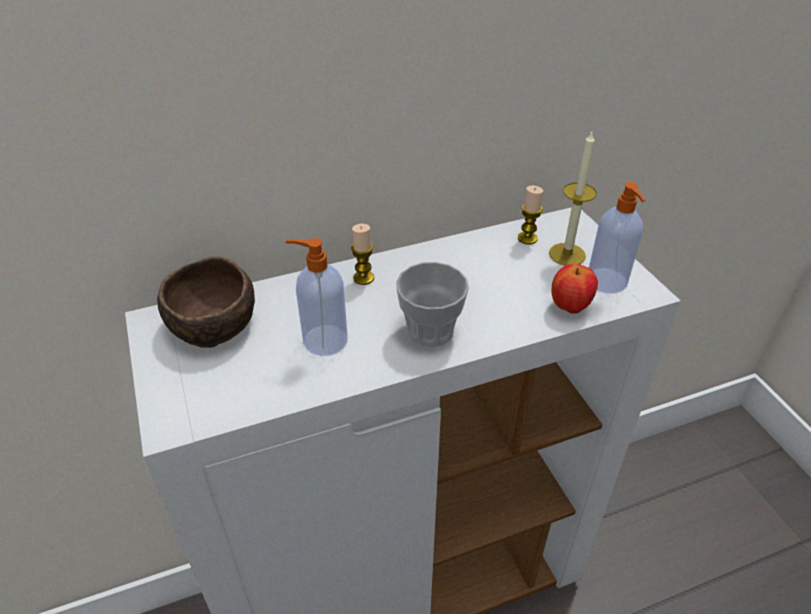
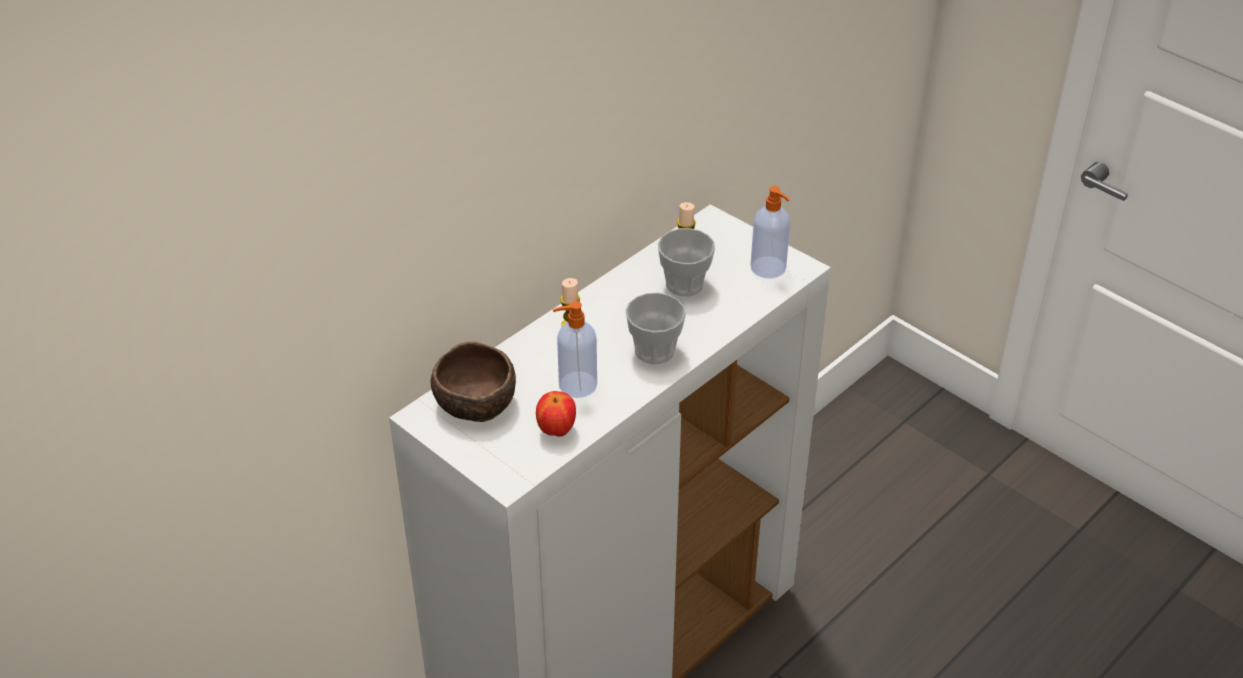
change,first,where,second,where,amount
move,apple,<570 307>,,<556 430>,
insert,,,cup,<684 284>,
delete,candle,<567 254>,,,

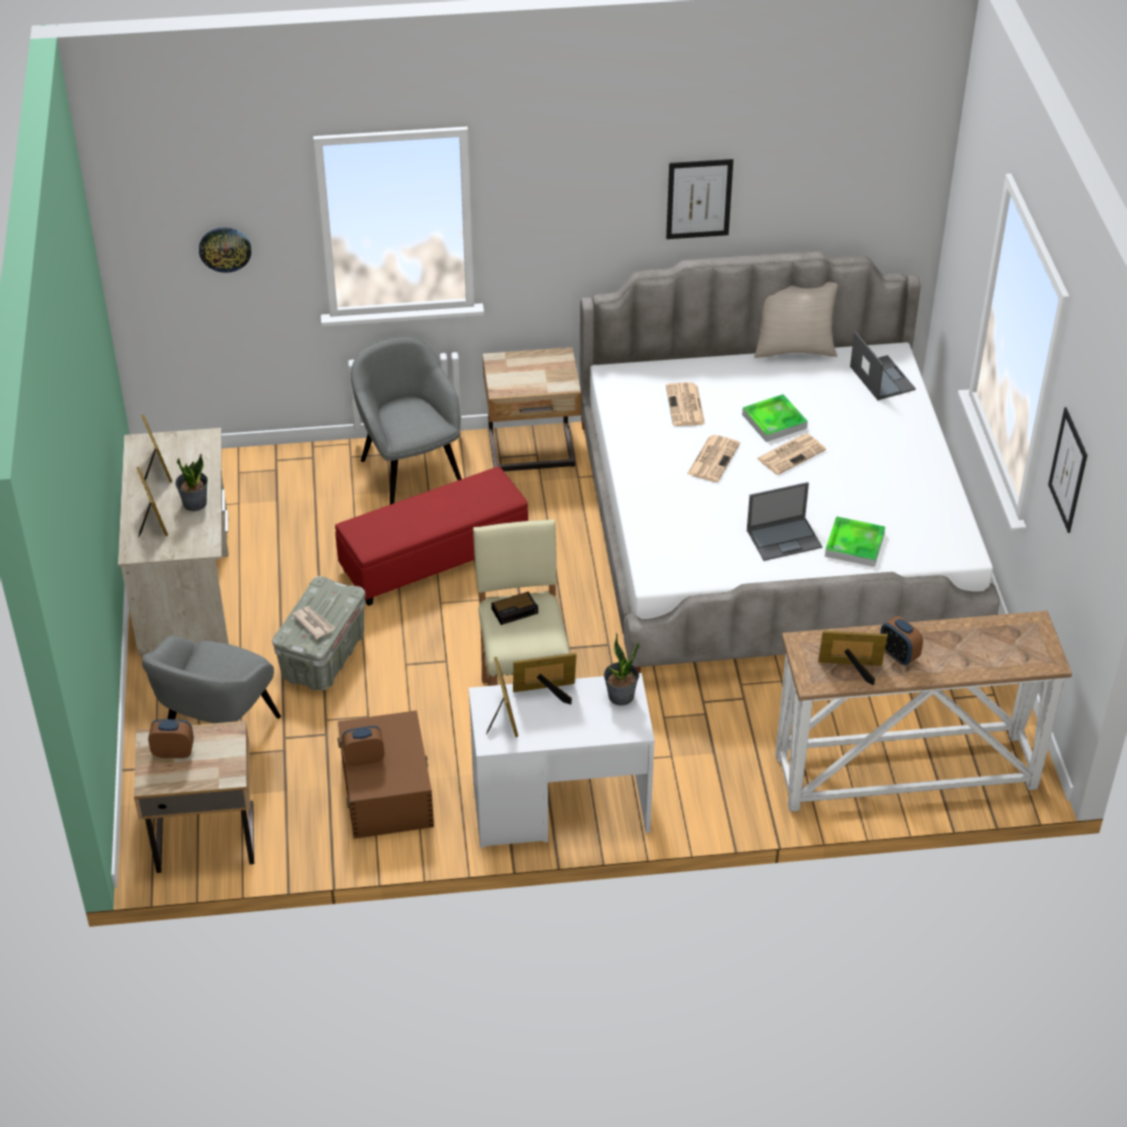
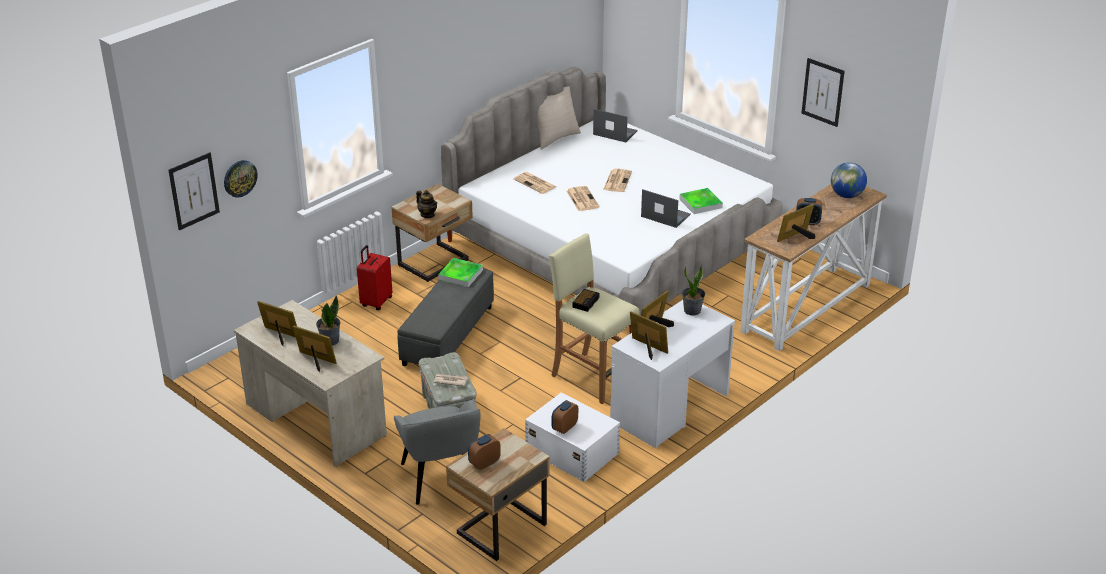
change,first,where,second,where,amount
move,picture,<699 199>,,<194 191>,
replace,armchair in grey,<410 469>,suitcase in red,<376 302>,
recolor,ottoman in red,<433 557>,ottoman in grey,<447 335>,
insert,,,teapot,<427 215>,
move,tray,<774 421>,,<460 275>,
recolor,storage box in brown,<387 791>,storage box in white,<571 451>,
rotate,laptop,<784 538>,,<665 215>,90 degrees counterclockwise
insert,,,globe,<846 195>,

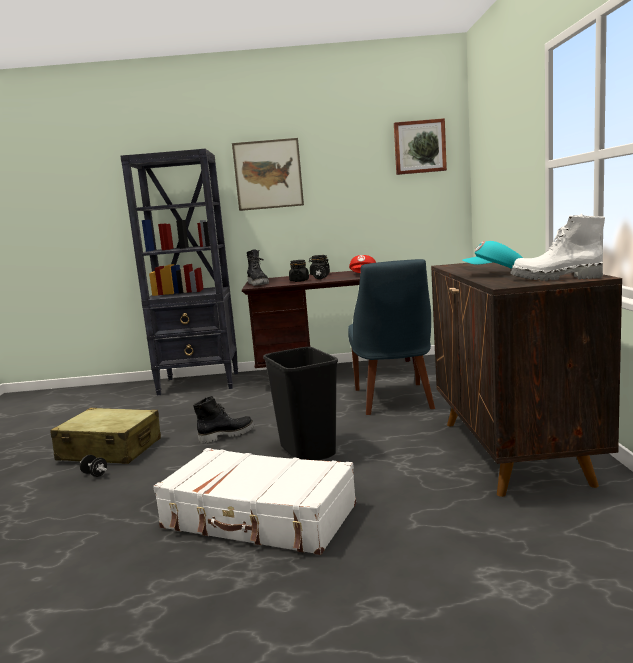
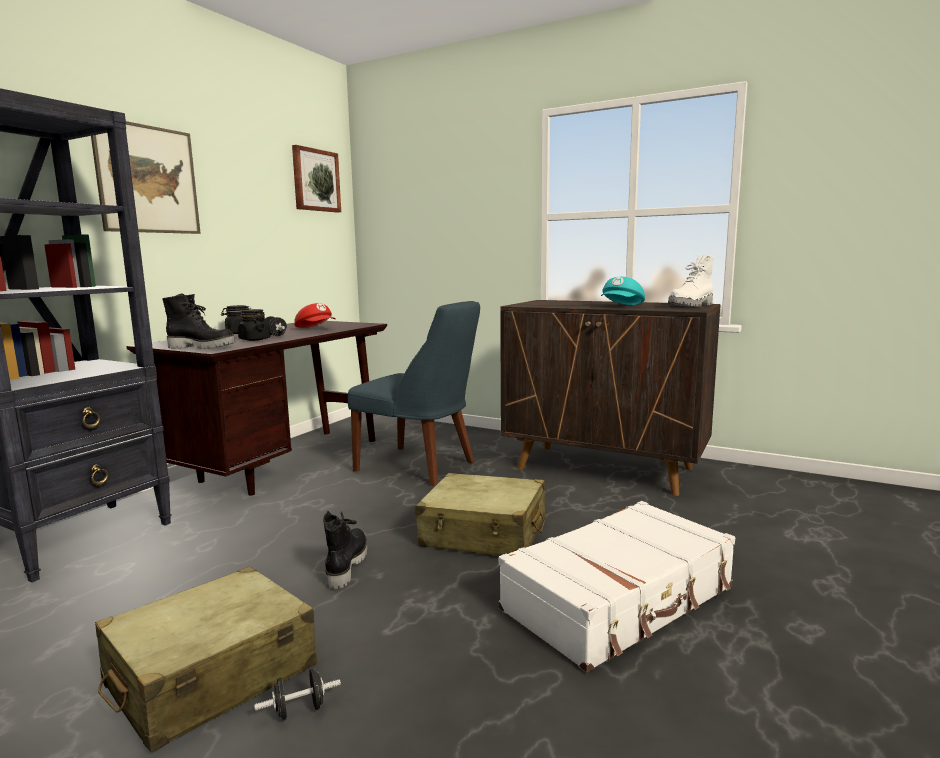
change,first,where,second,where,amount
replace,trash can in black,<309 451>,suitcase in beige,<484 534>,

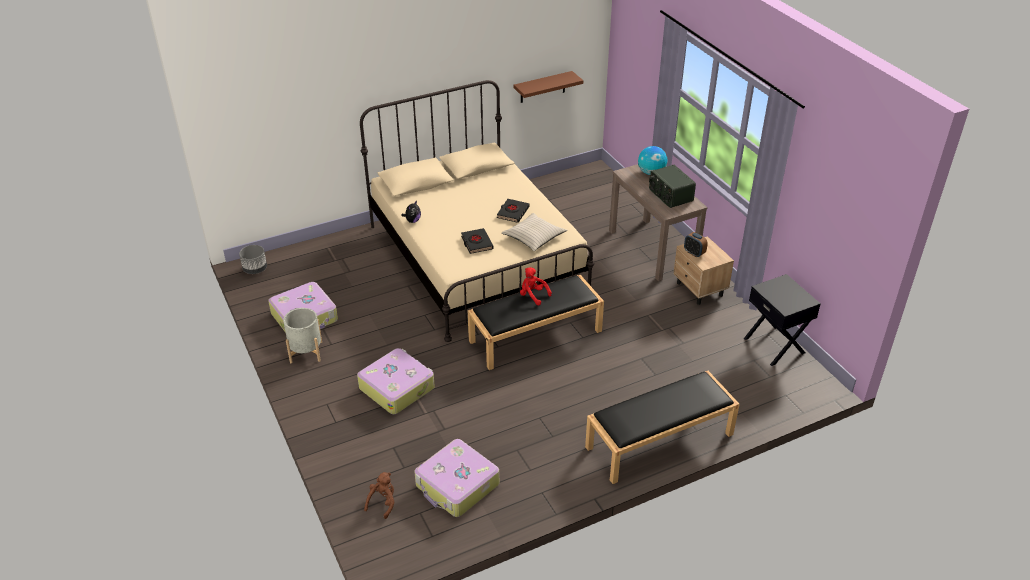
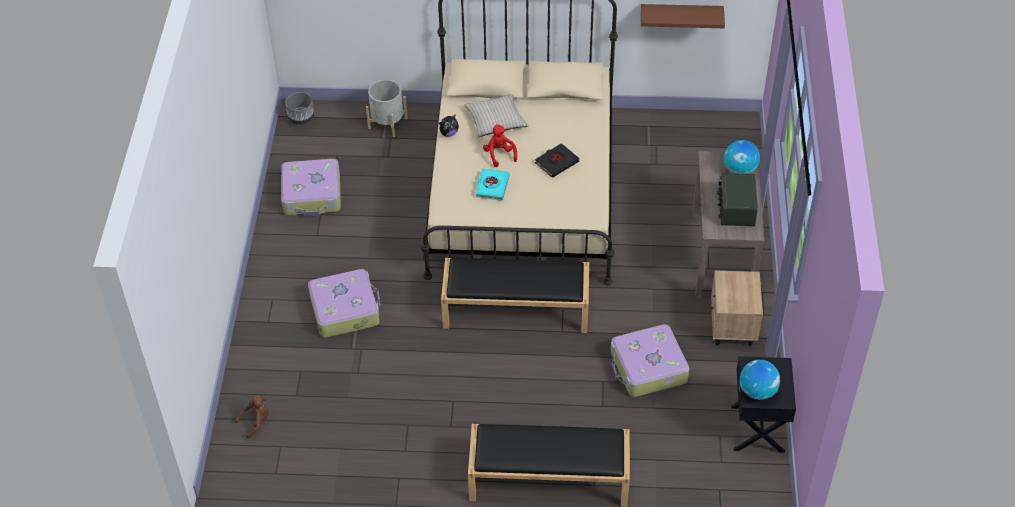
change,first,where,second,where,amount
move,planter in grey,<306 352>,,<387 123>,
move,pillow in beige,<533 237>,,<495 120>,
recolor,book in black,<476 243>,book in turquoise,<492 186>,
move,plush toy in red,<533 295>,,<499 154>,
move,suitcase,<457 486>,,<648 368>,
insert,,,globe,<757 391>,
delete,alarm clock,<694 253>,,,

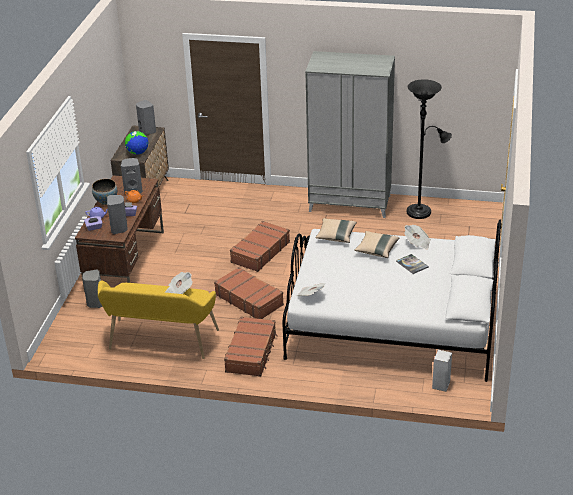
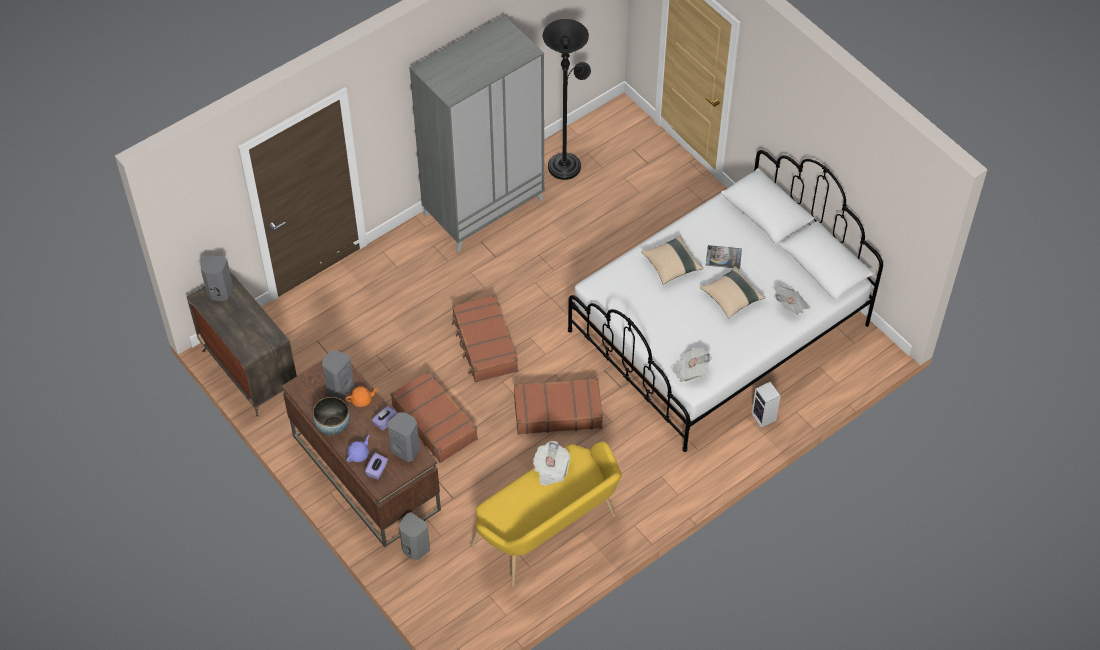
change,first,where,second,where,amount
move,suitcase in brown,<251 352>,,<435 422>,
move,pillow in beige,<336 236>,,<731 298>,
move,speaker,<441 385>,,<764 417>,
move,newspaper,<417 243>,,<791 306>,
delete,globe,<137 153>,,,

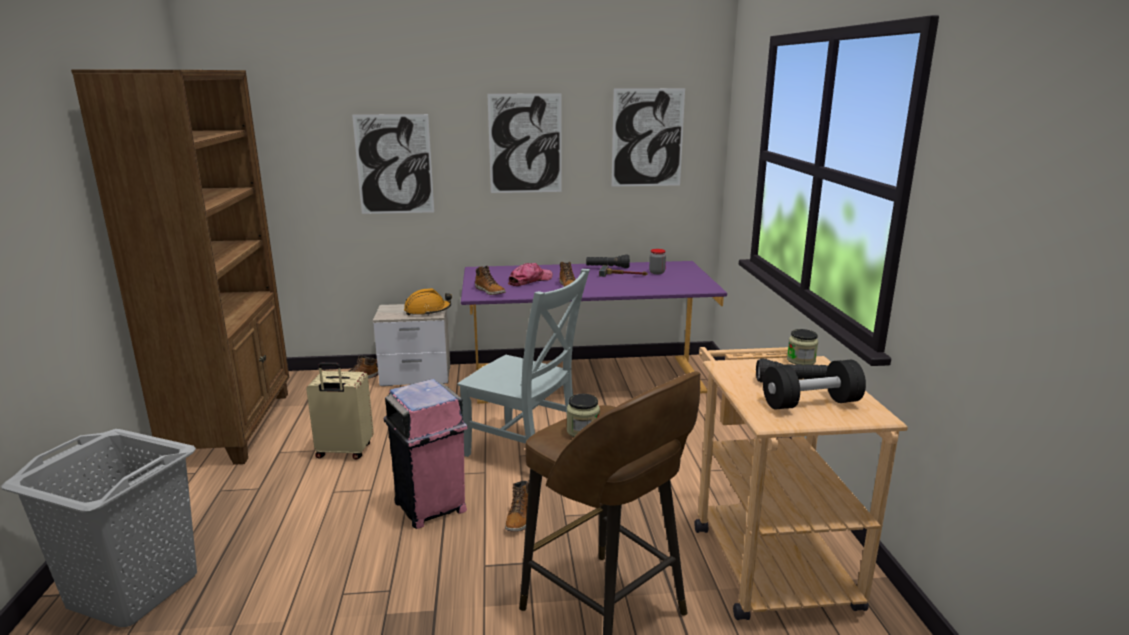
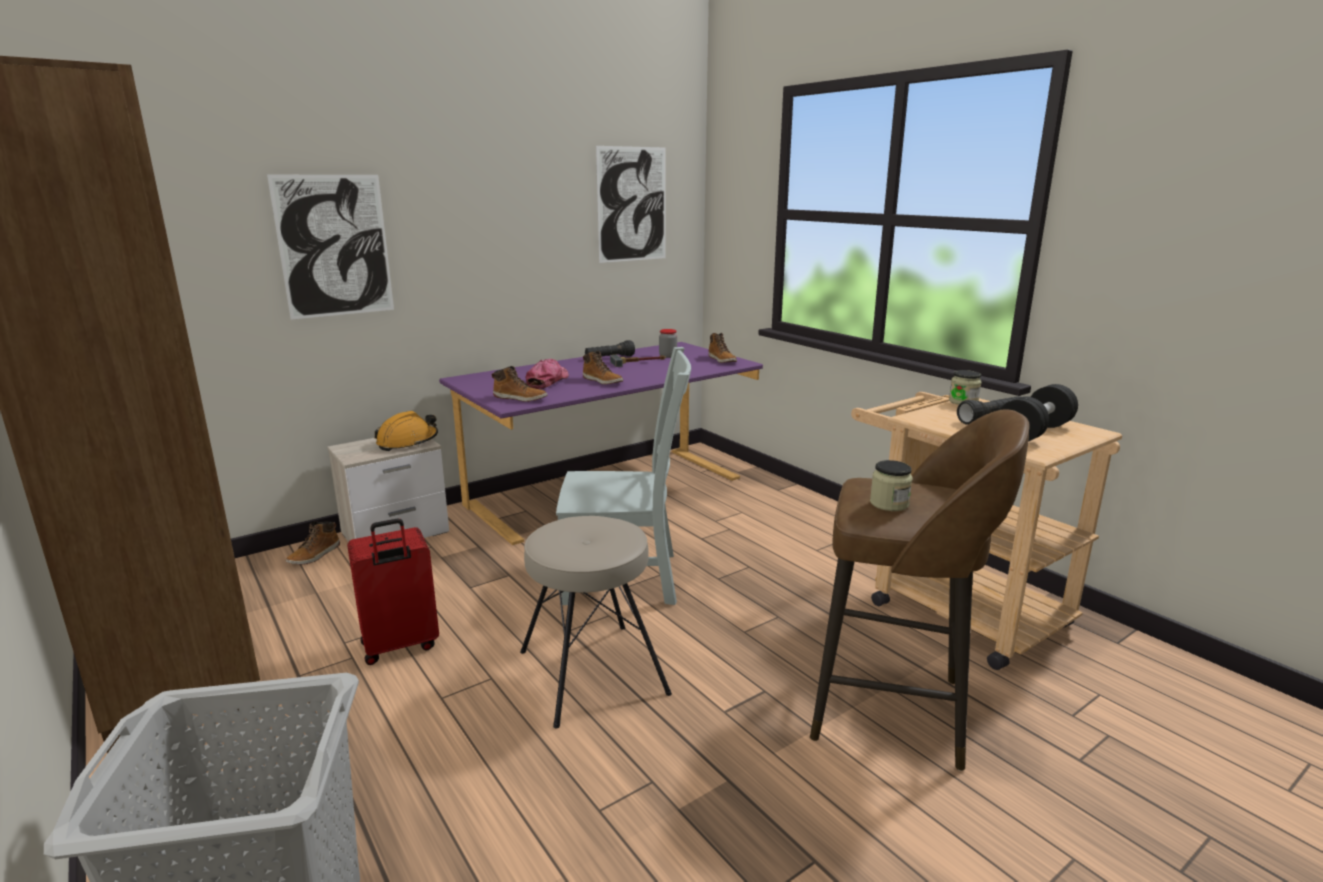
change,first,where,second,where,amount
recolor,suitcase in beige,<344 452>,suitcase in red,<400 646>,
replace,trash can in pink,<431 507>,stool in beige,<591 673>,
move,boot,<520 518>,,<722 360>,
delete,picture,<525 144>,,,

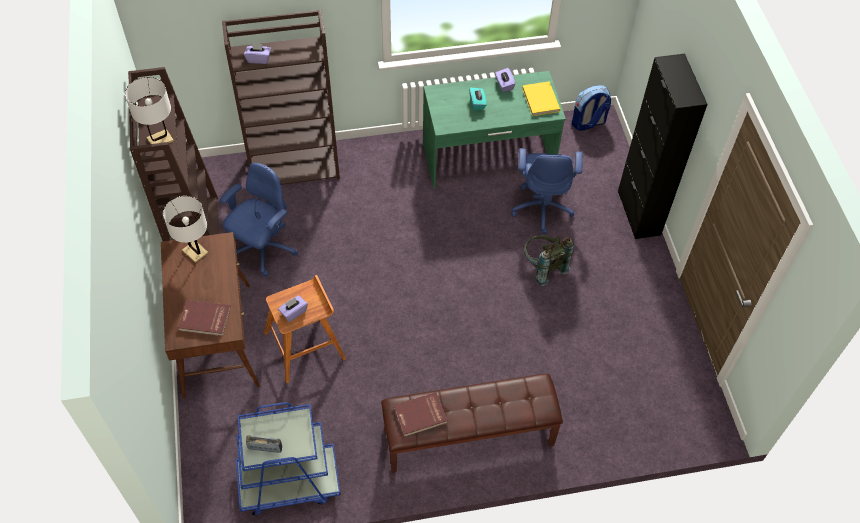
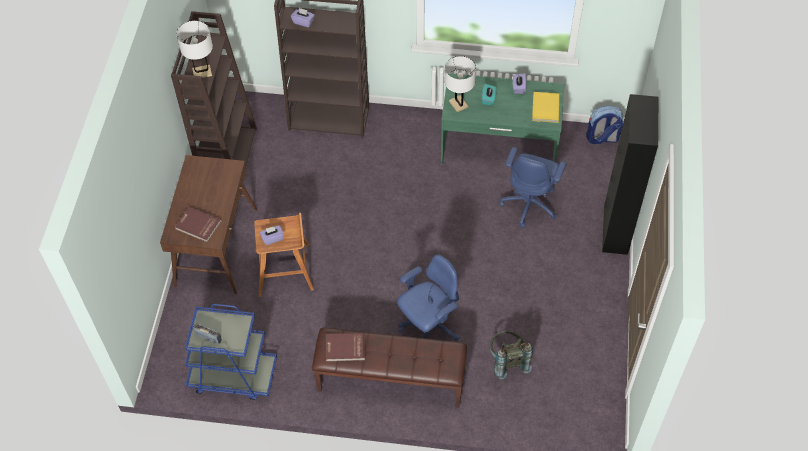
change,first,where,second,where,amount
move,office chair in blue,<263 249>,,<429 327>,
move,table lamp in white,<195 252>,,<458 104>,
move,backpack in grey,<542 267>,,<507 361>,

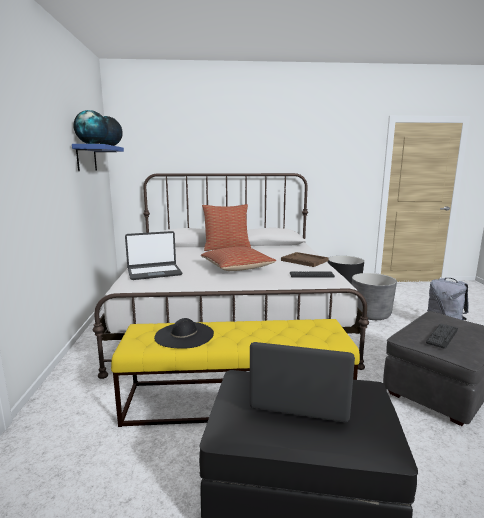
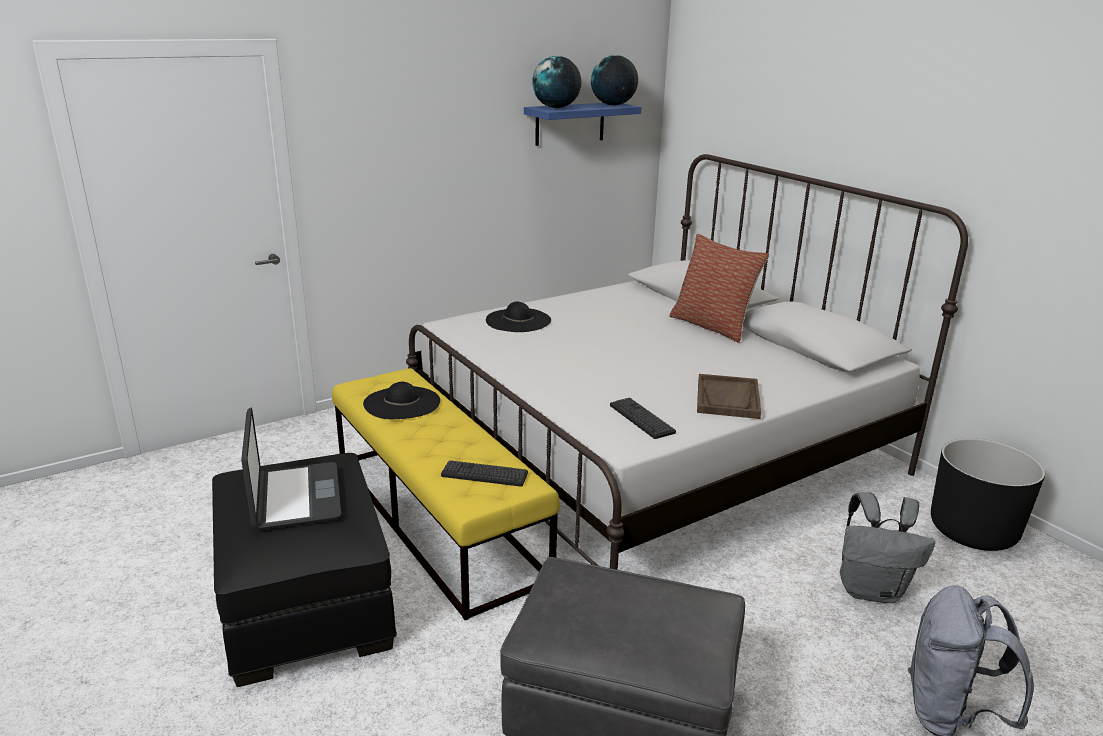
change,first,where,second,where,amount
move,keyboard,<442 336>,,<484 474>,
replace,laptop,<154 272>,hat in black,<518 320>,
replace,planter in grey,<370 314>,backpack in grey,<871 590>,
delete,pillow,<237 268>,,,

